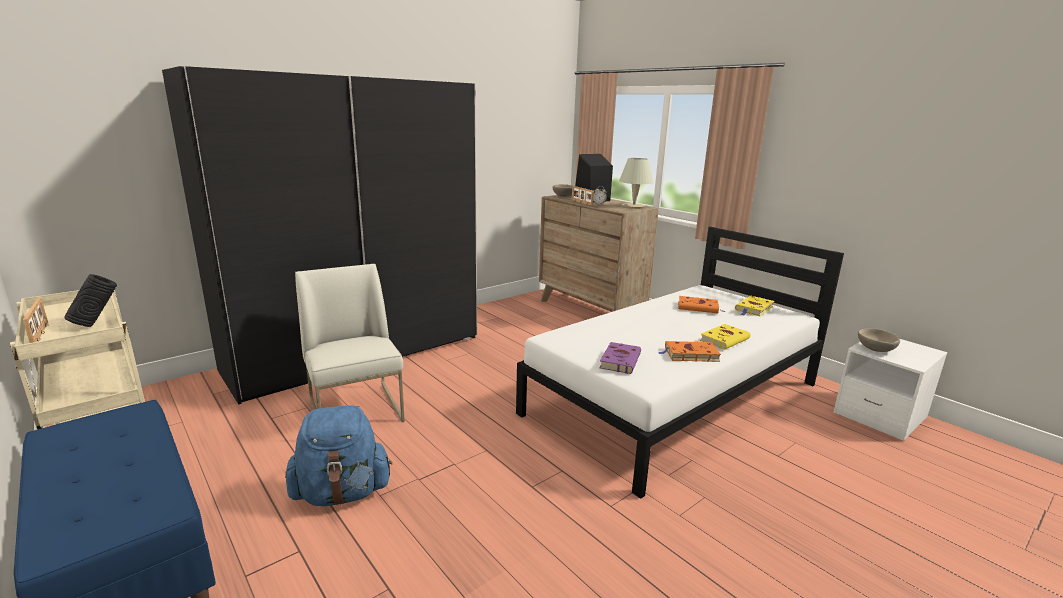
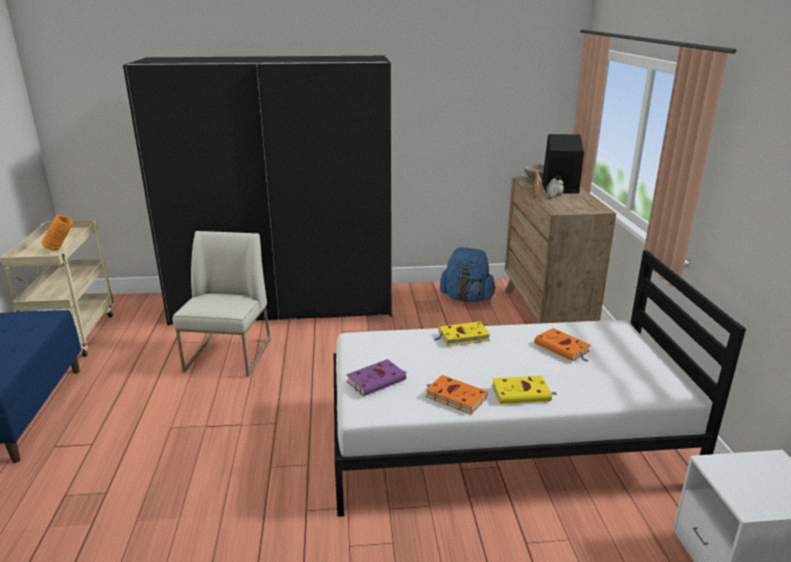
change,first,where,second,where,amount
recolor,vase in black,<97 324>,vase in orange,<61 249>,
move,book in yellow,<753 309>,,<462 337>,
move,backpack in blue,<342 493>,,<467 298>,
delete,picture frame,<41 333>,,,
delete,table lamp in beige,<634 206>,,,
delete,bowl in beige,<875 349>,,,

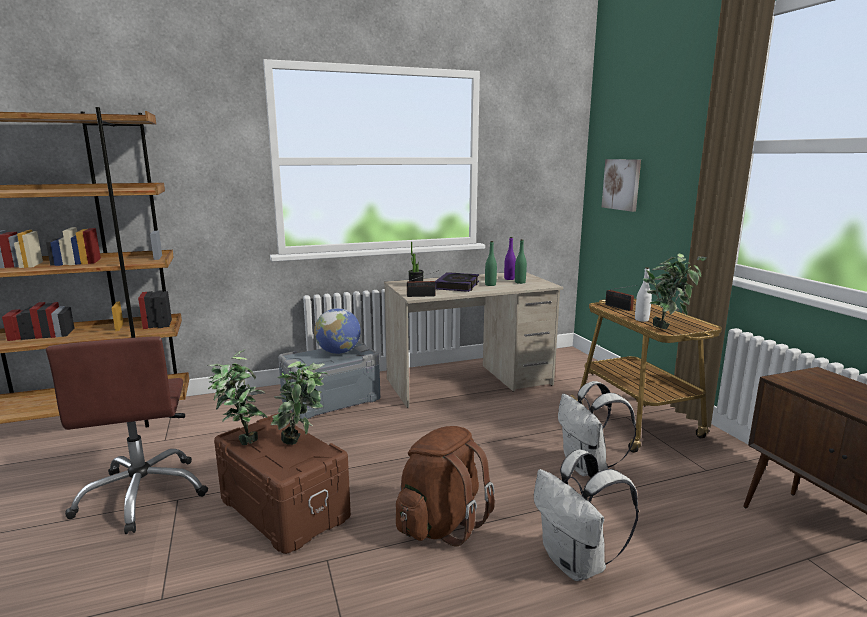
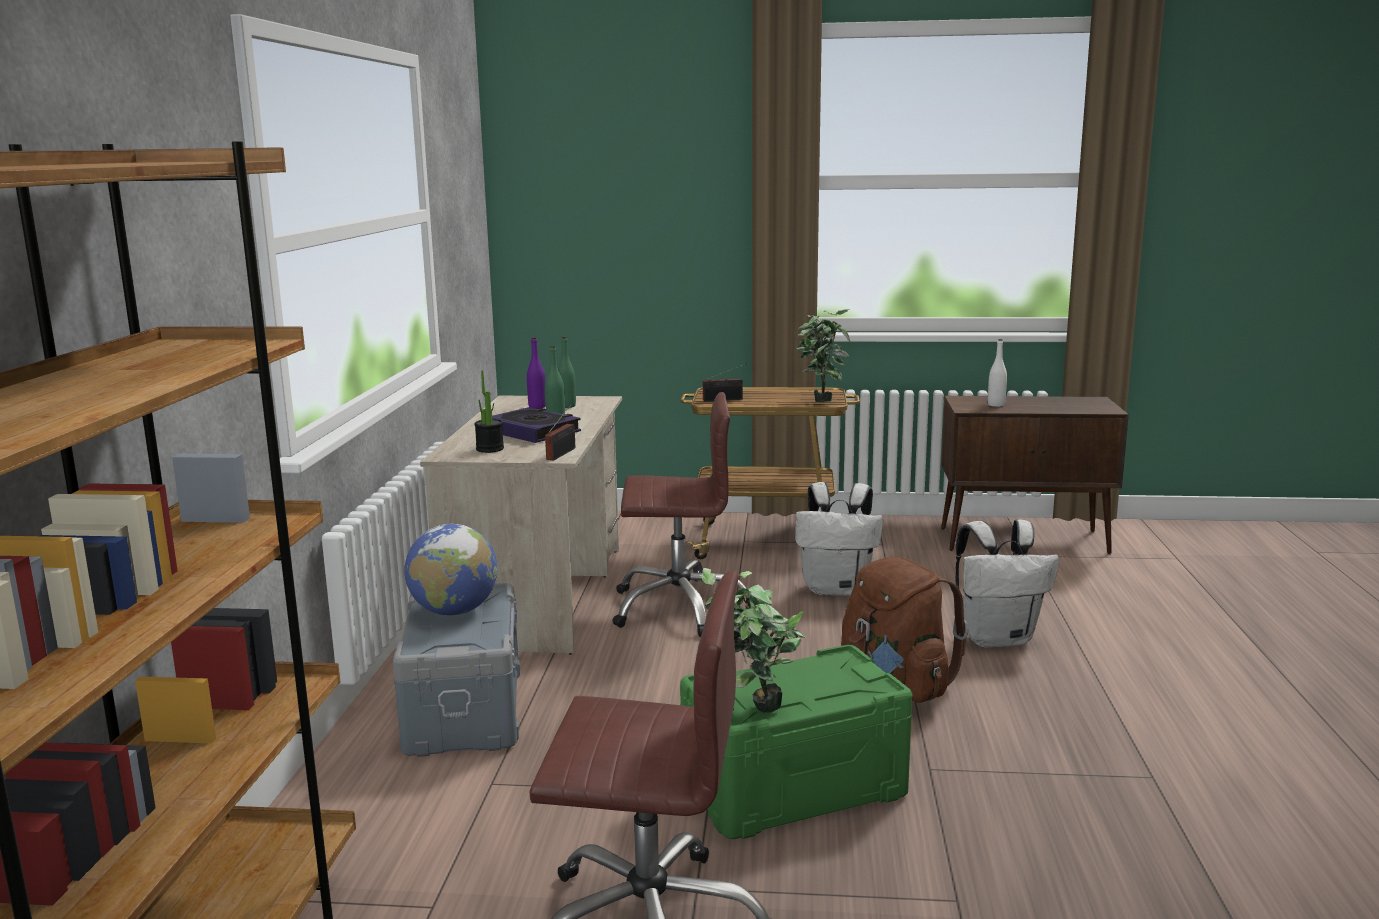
change,first,where,second,where,amount
insert,,,office chair in brown,<680 607>,
recolor,storage box in brown,<285 507>,storage box in green,<792 787>,
move,bottle in white,<641 320>,,<996 405>,
delete,potted plant,<302 442>,,,
delete,picture,<622 184>,,,

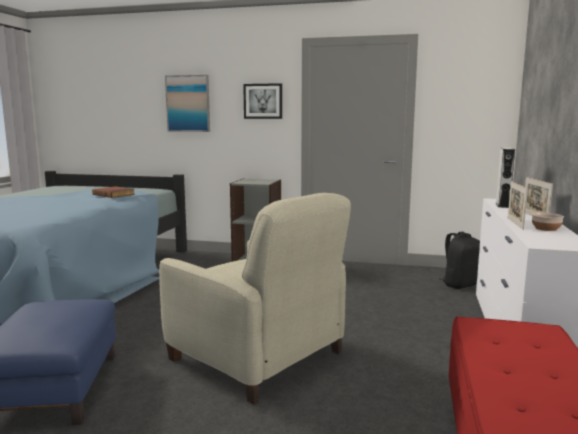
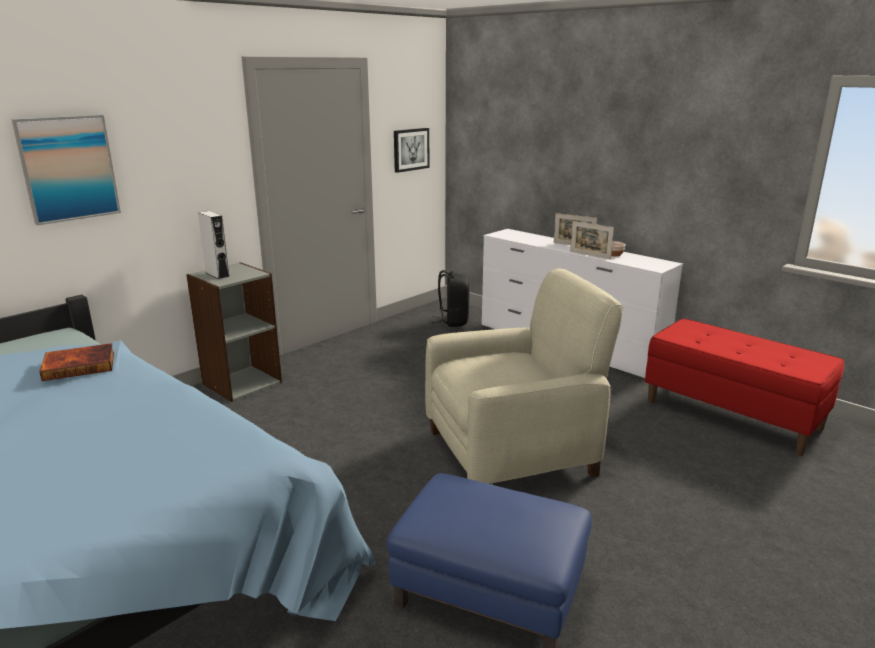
change,first,where,second,where,amount
move,speaker in grey,<502 205>,,<217 274>,
move,picture,<263 101>,,<410 149>,

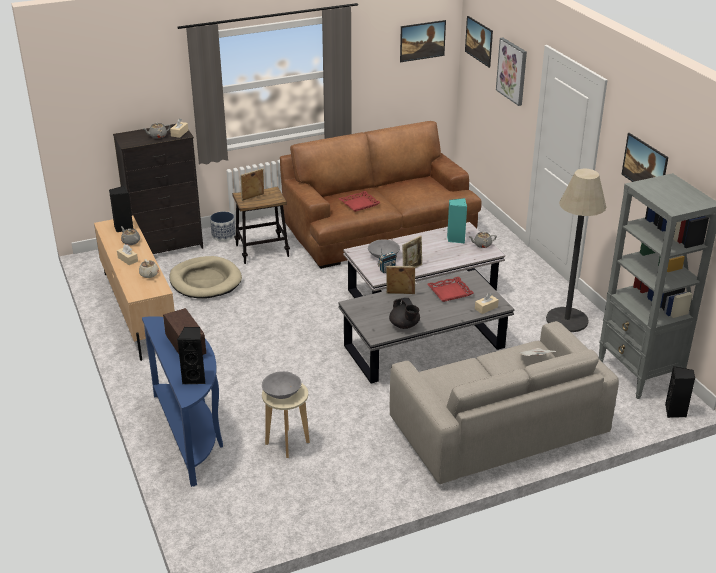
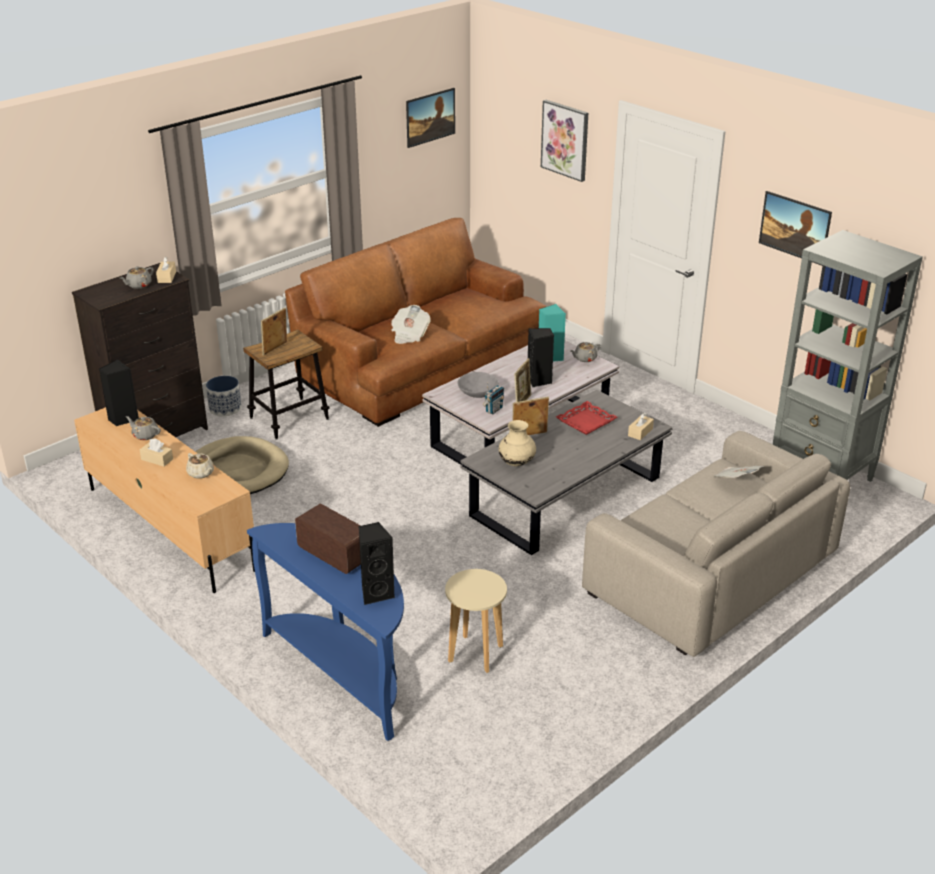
change,first,where,second,where,amount
replace,tray in red,<359 204>,newspaper,<409 335>,
insert,,,vase in beige,<517 463>,
move,speaker in black,<675 412>,,<539 381>,
delete,bowl in grey,<282 393>,,,
delete,teapot in black,<404 325>,,,
delete,picture,<478 50>,,,
delete,floor lamp,<567 320>,,,

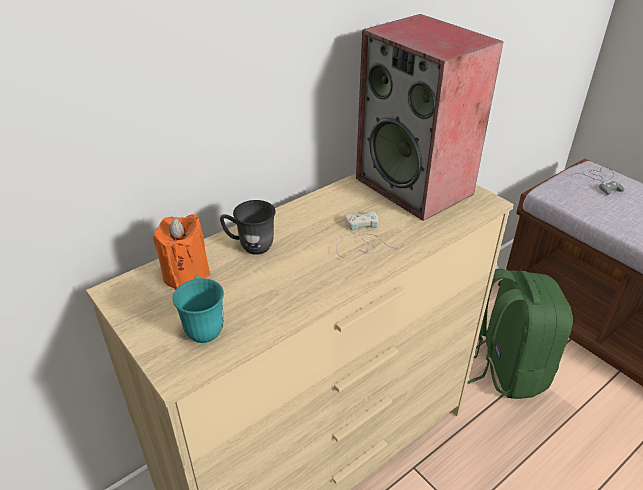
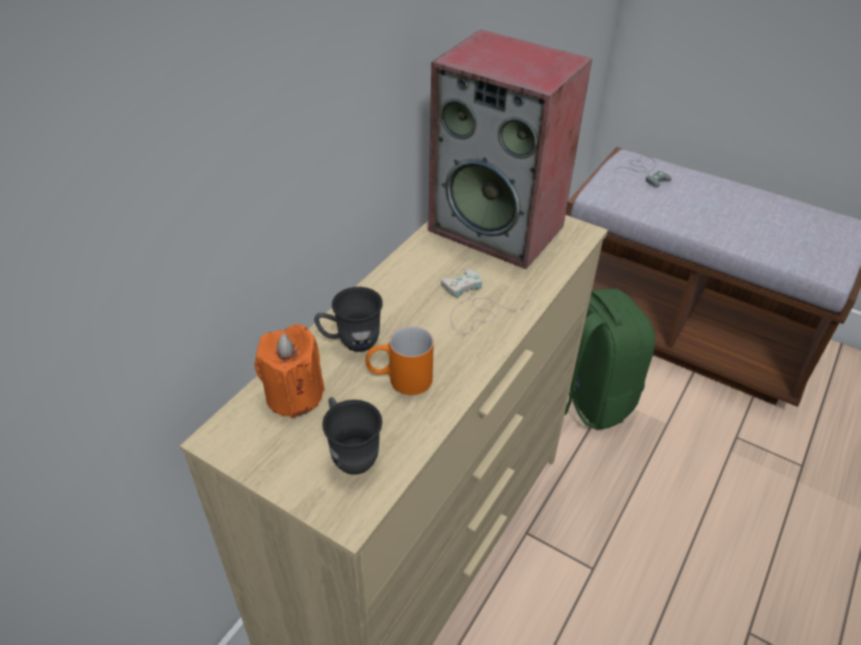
change,first,where,second,where,amount
recolor,mug in turquoise,<204 325>,mug in grey,<350 452>,
insert,,,mug in orange,<399 380>,

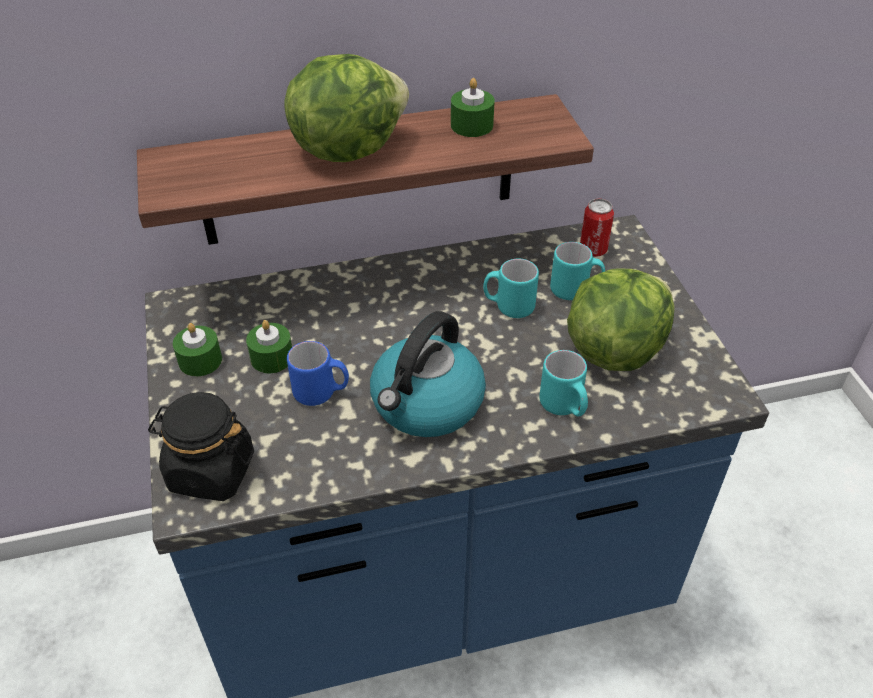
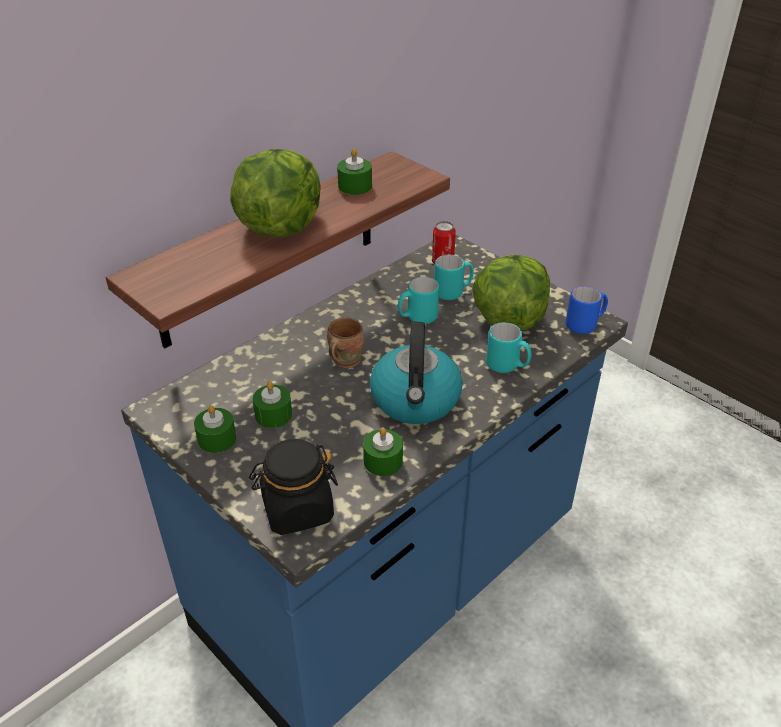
change,first,where,second,where,amount
insert,,,mug in brown,<344 360>,
insert,,,candle in green,<383 461>,
move,mug in blue,<321 393>,,<585 325>,

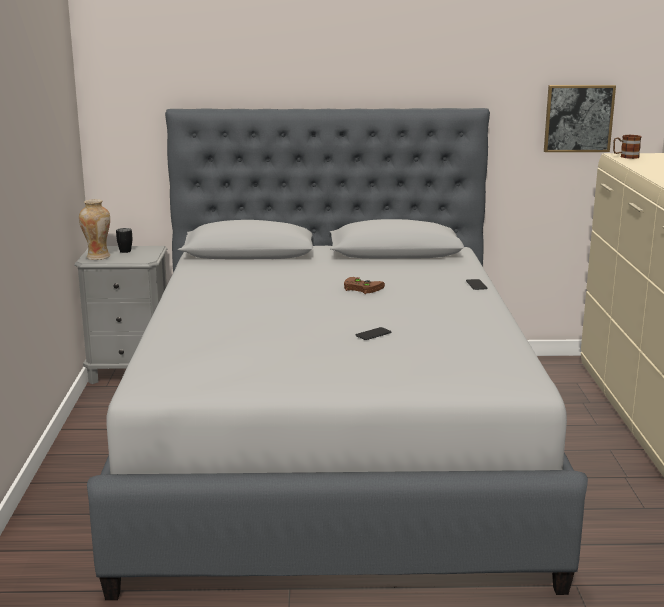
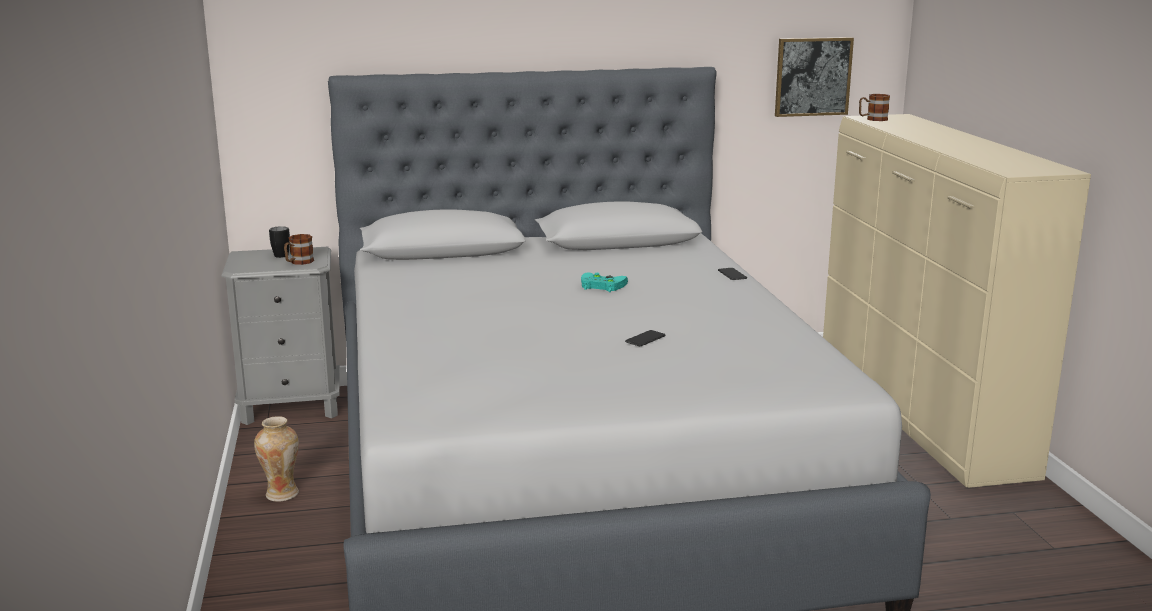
change,first,where,second,where,amount
move,vase,<98 257>,,<281 494>,
insert,,,mug,<298 262>,
recolor,game controller in brown,<361 288>,game controller in turquoise,<600 285>,

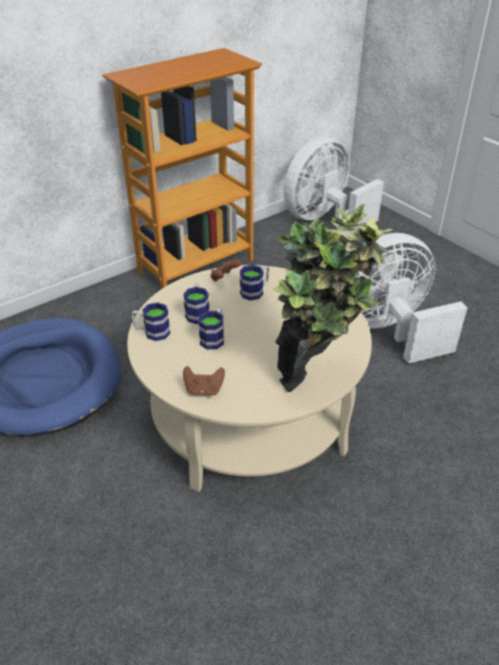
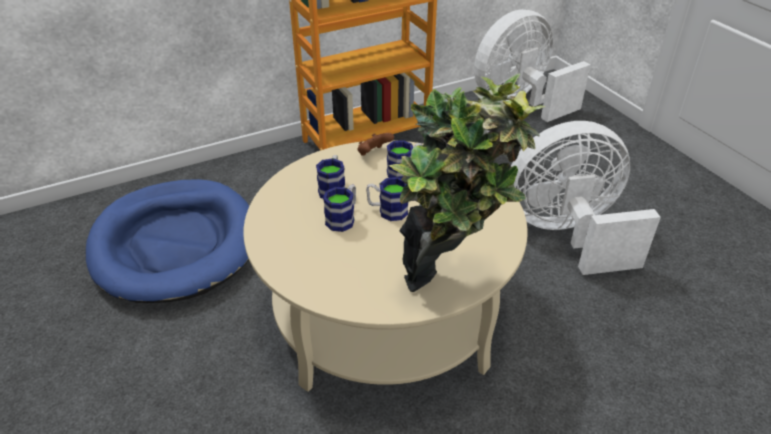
change,first,where,second,where,amount
move,mug,<152 332>,,<387 211>,
delete,game controller in brown,<204 390>,,,

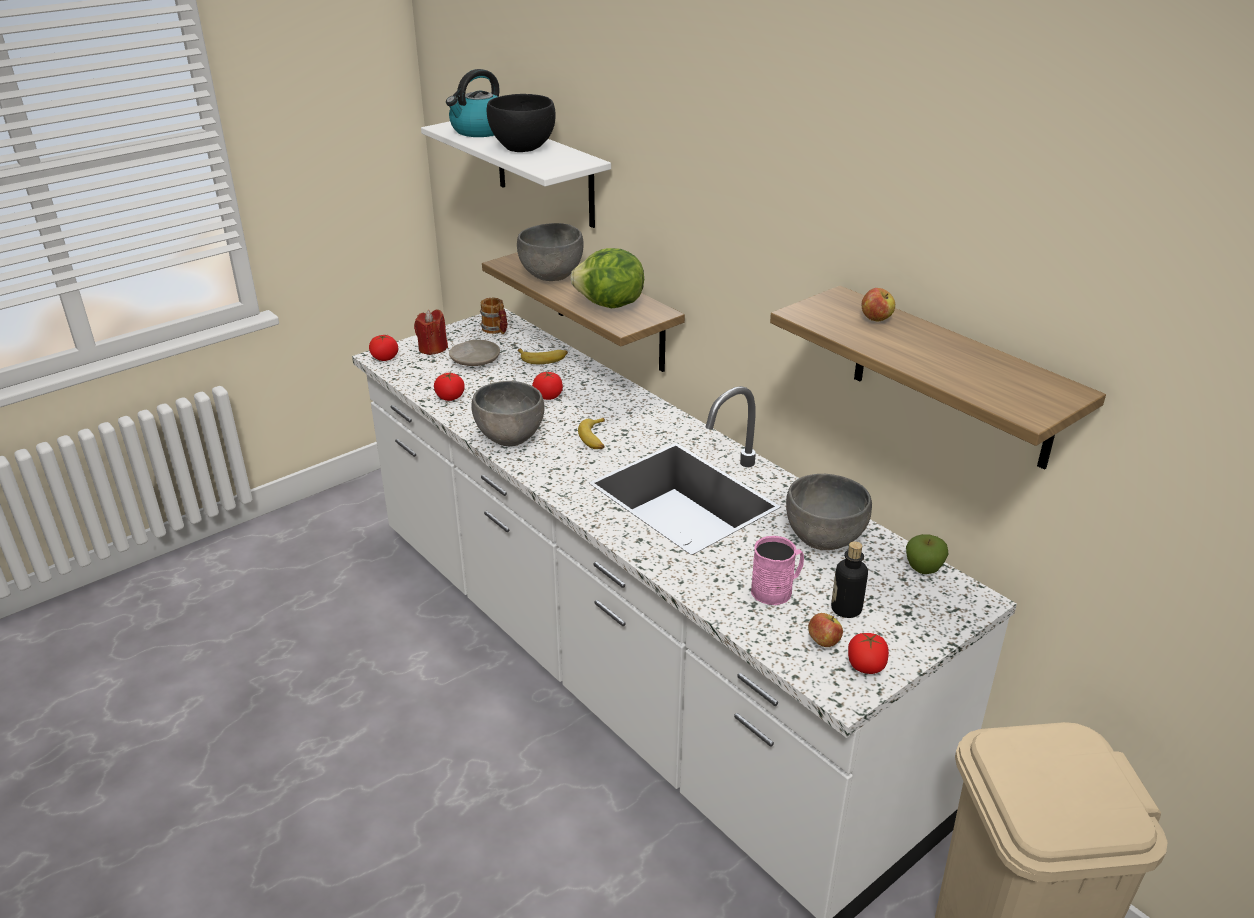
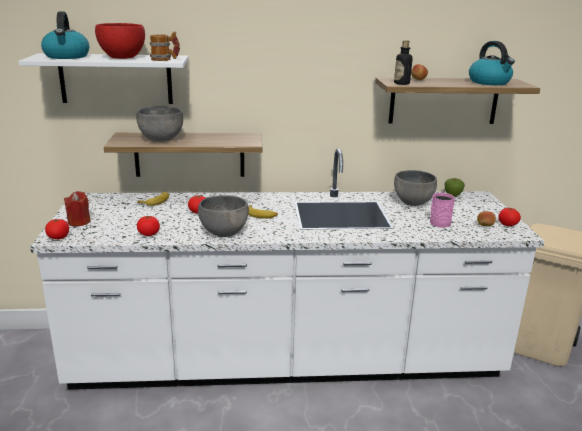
change,first,where,second,where,amount
recolor,bowl in black,<523 148>,bowl in red,<122 57>,
move,mug,<496 330>,,<165 59>,
move,bottle,<846 609>,,<401 83>,
insert,,,kettle,<490 82>,
delete,plate in beige,<475 360>,,,
delete,lettuce,<610 305>,,,

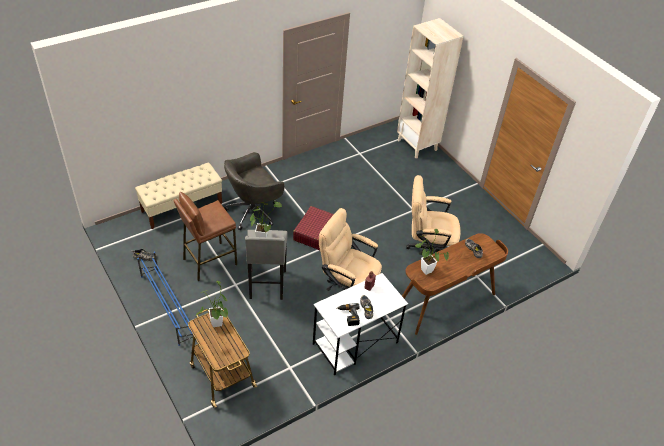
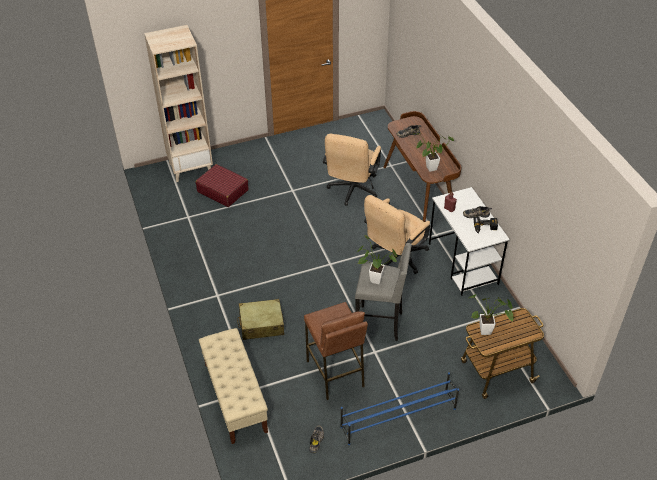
change,first,where,second,where,amount
move,suitcase in red,<315 233>,,<222 190>,
replace,office chair in grey,<254 211>,suitcase in beige,<261 324>,

